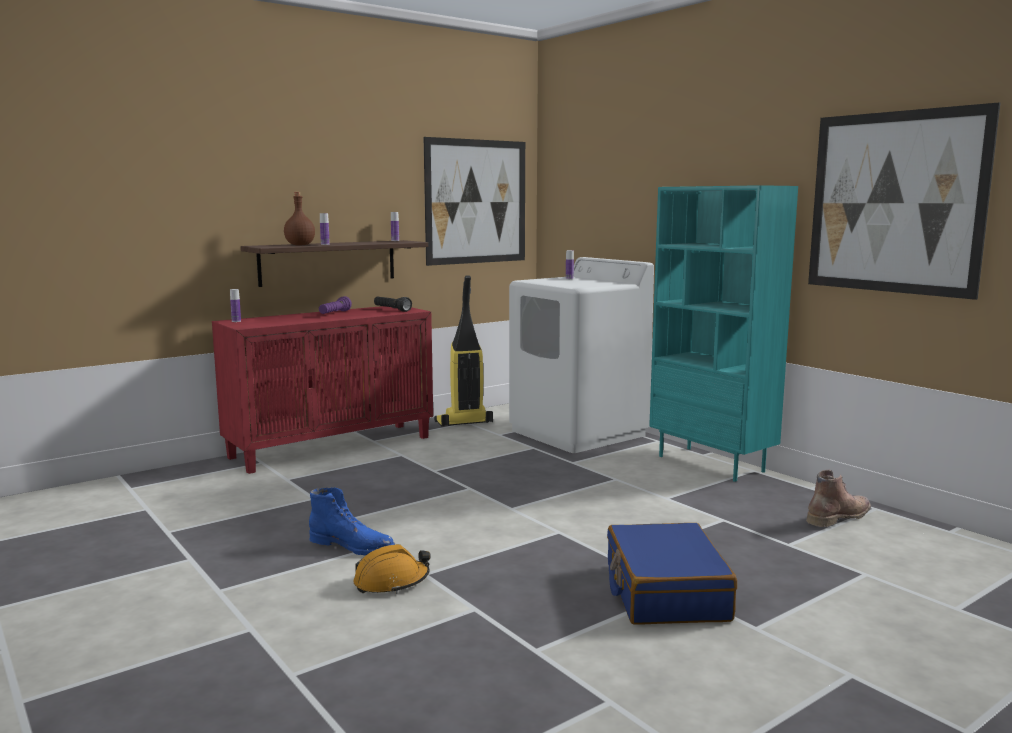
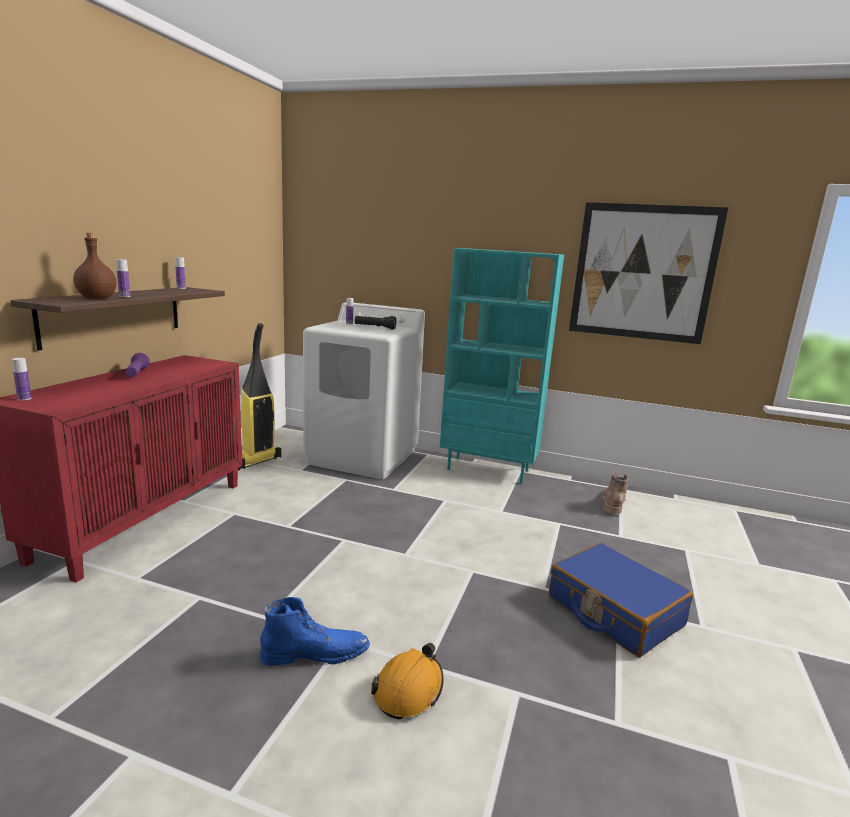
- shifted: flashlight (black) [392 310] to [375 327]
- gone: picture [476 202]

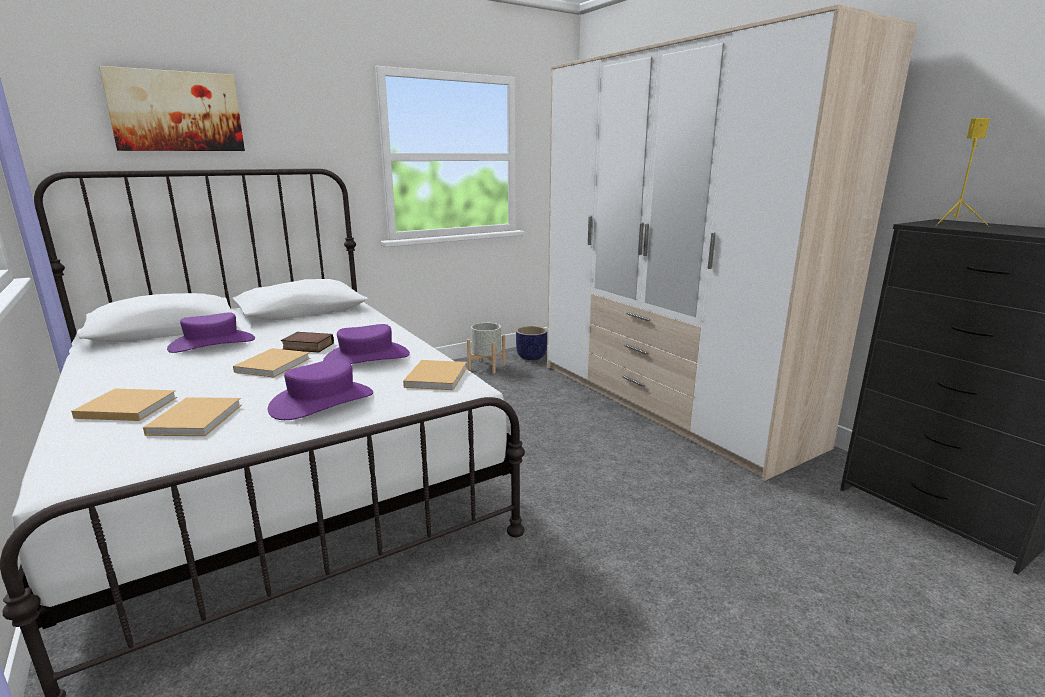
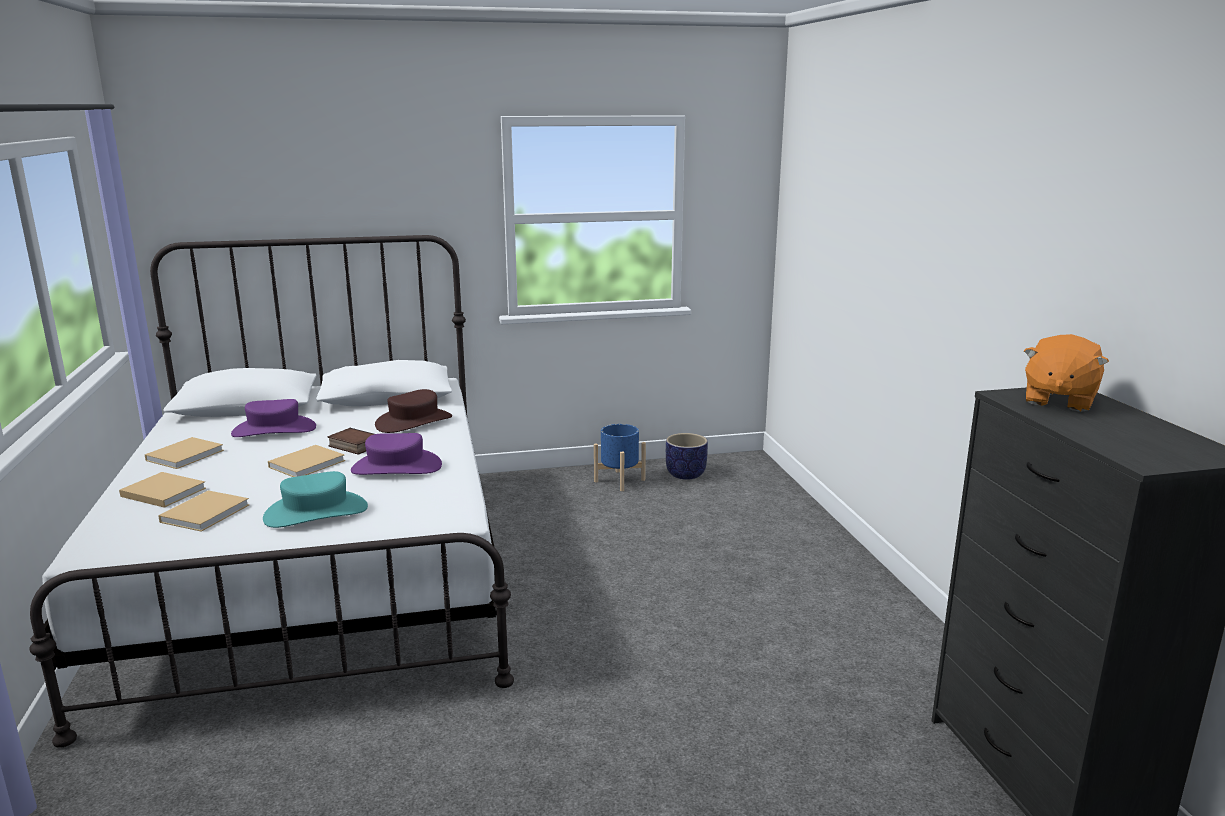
- gone: picture [176 111]
- repainted: hat (purple) [322 401] to hat (turquoise) [316 512]
- shifted: book (beige) [437 376] to [187 455]
- repainted: planter (grey) [486 367] to planter (blue) [619 480]
- gone: wardrobe [666 403]
- swapped: speaker (yellow) [955 224] to plush toy (orange) [1058 400]
- new: hat (brown) [414 422]

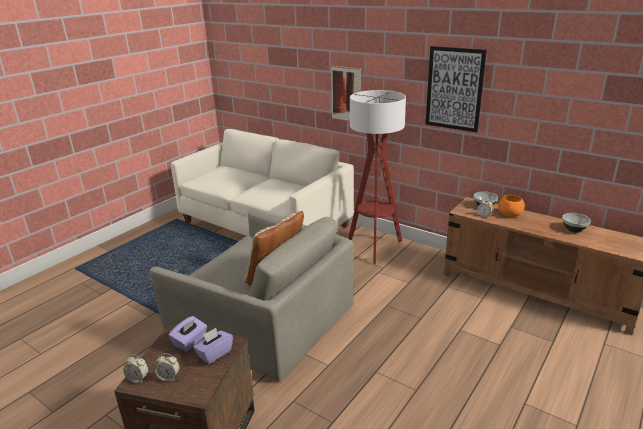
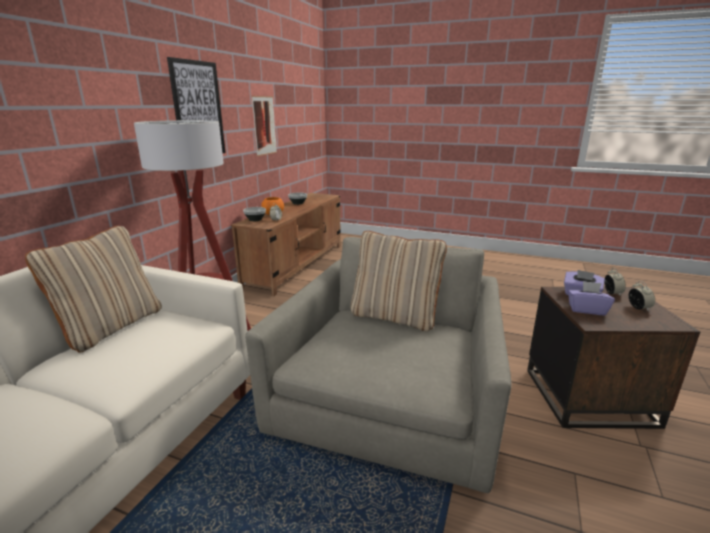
- shifted: alarm clock [138 378] to [612 293]
- shifted: picture [346 94] to [264 125]
- new: pillow (beige) [111 327]

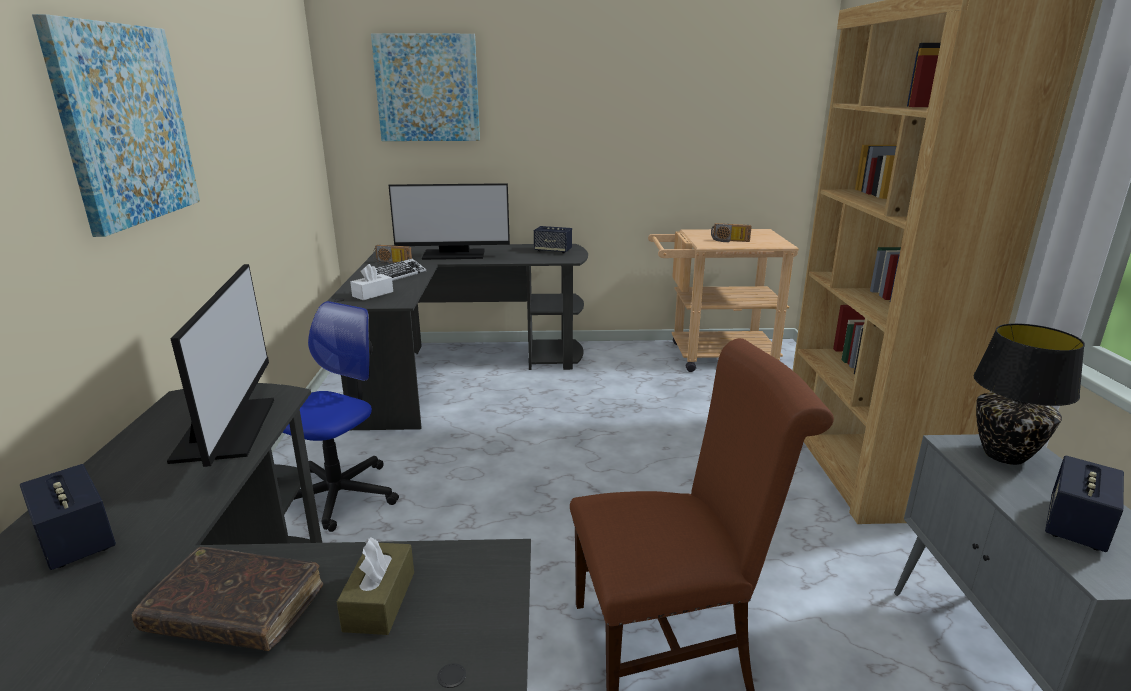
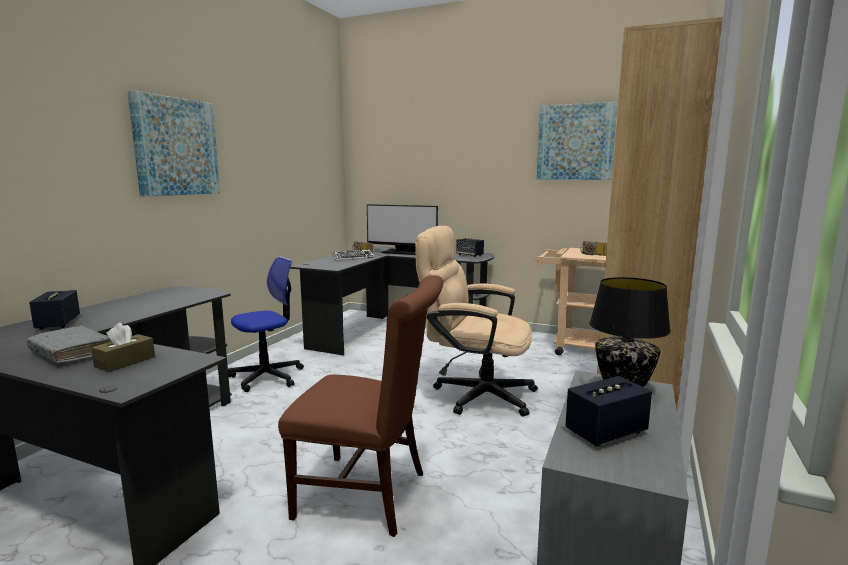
- repainted: book (brown) [235 611] to book (grey) [71 353]
- gone: monitor [228 429]
- gone: tissue box (white) [373 294]
- shifted: picture [427 88] to [575 142]
- new: office chair (beige) [474 394]

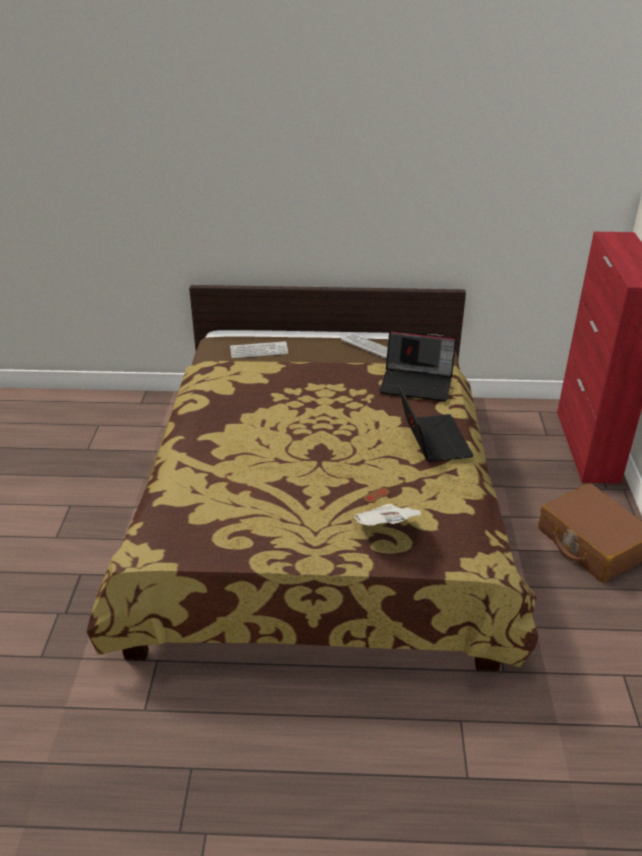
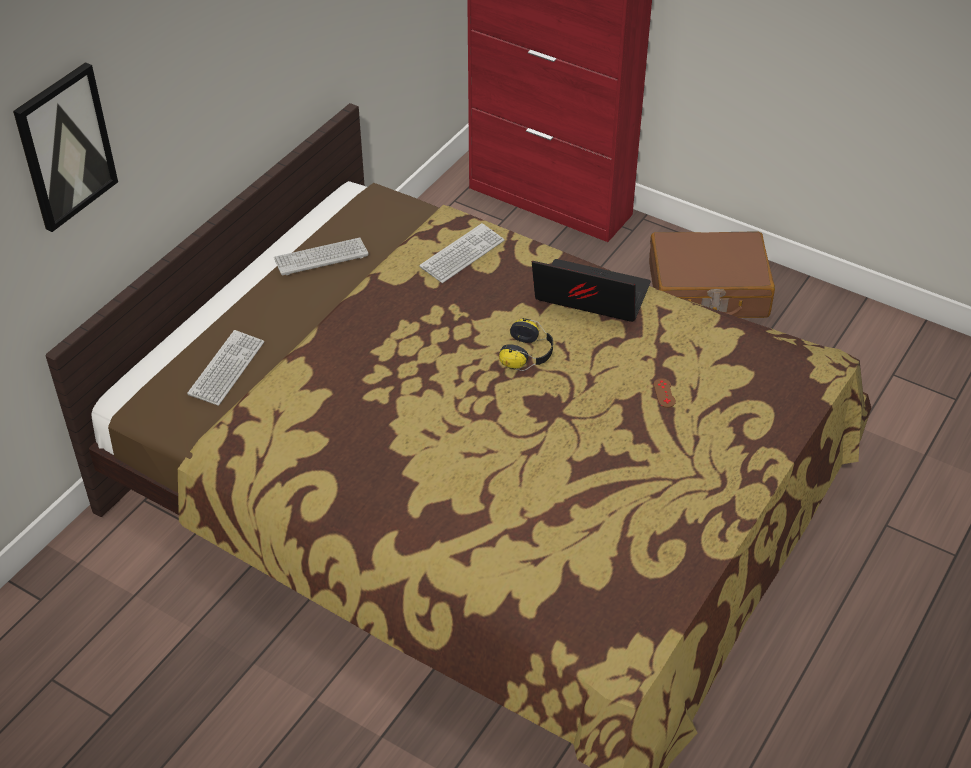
- gone: newspaper [386 528]
- swapped: laptop [417 383] to keyboard [462 254]
- new: picture [65 147]
- new: headphones [528 355]

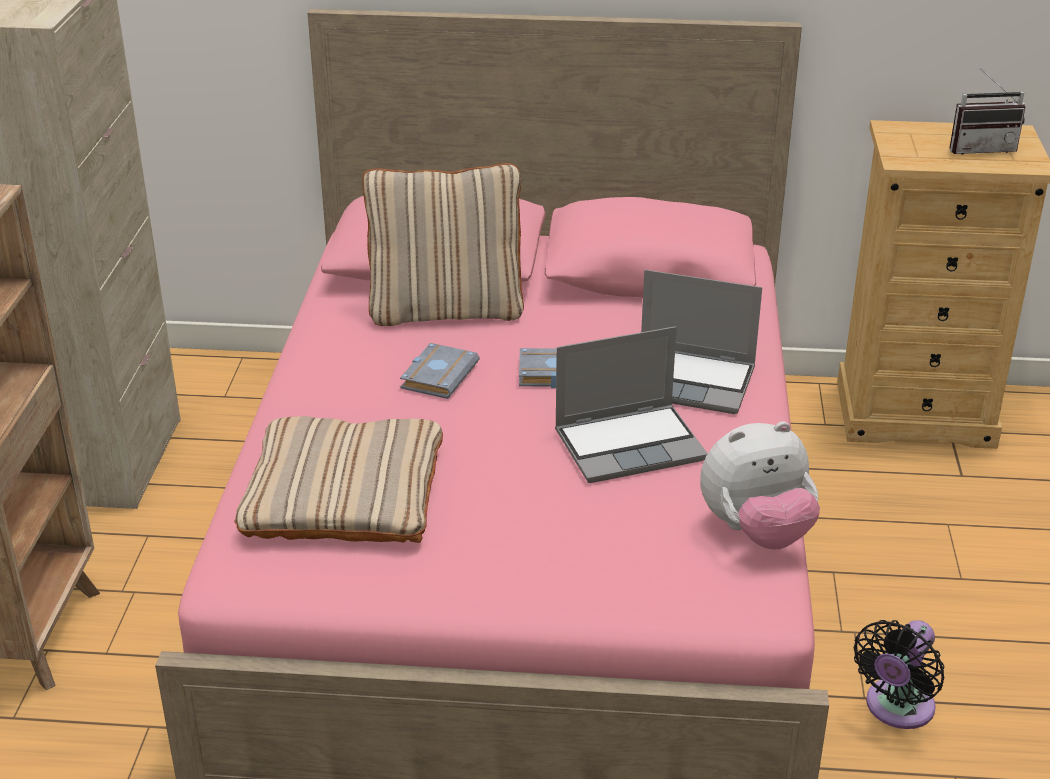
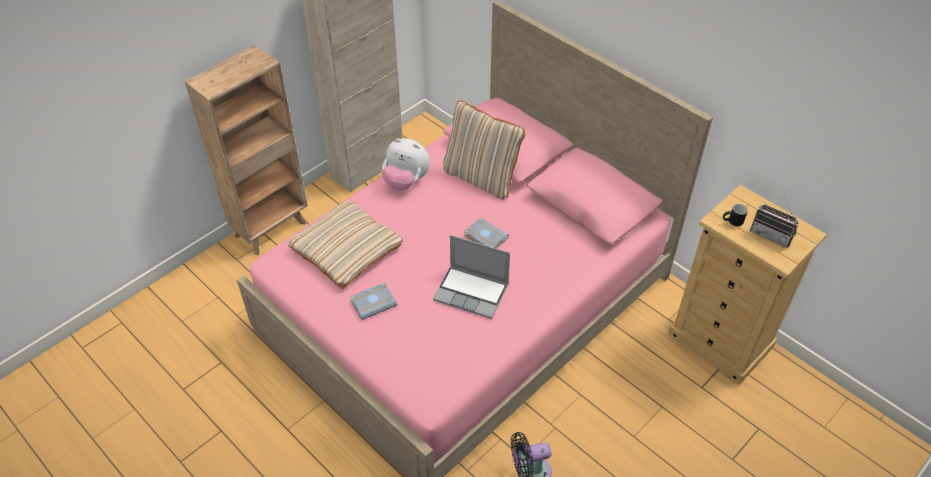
- shifted: book (grey) [438 375] to [374 302]
- gone: laptop [690 381]
- shifted: plush toy [756 532] to [406 181]
- new: mug (black) [732 223]

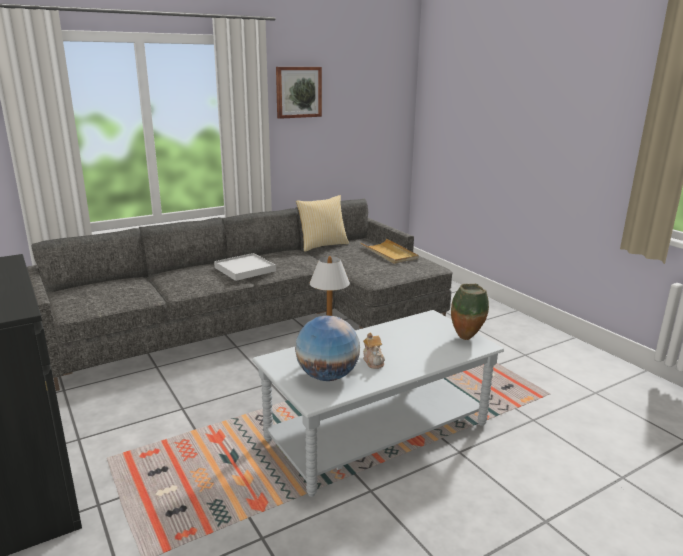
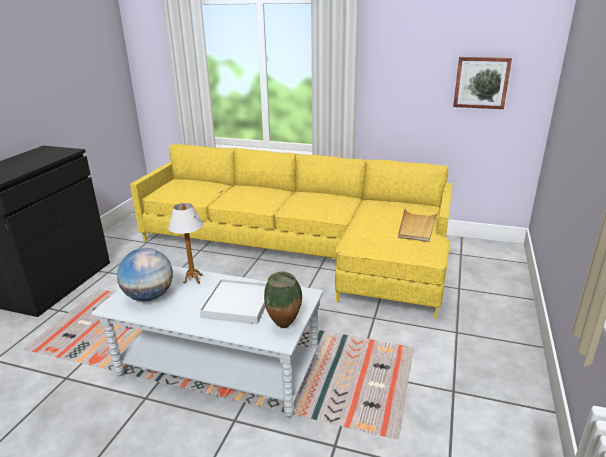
- repainted: sofa (grey) [264 322] to sofa (yellow) [302 250]
- shifted: tray (white) [244 269] to [238 304]
- shifted: picture [298 92] to [481 82]
- gone: pillow [322 245]
- gone: teapot [373 361]

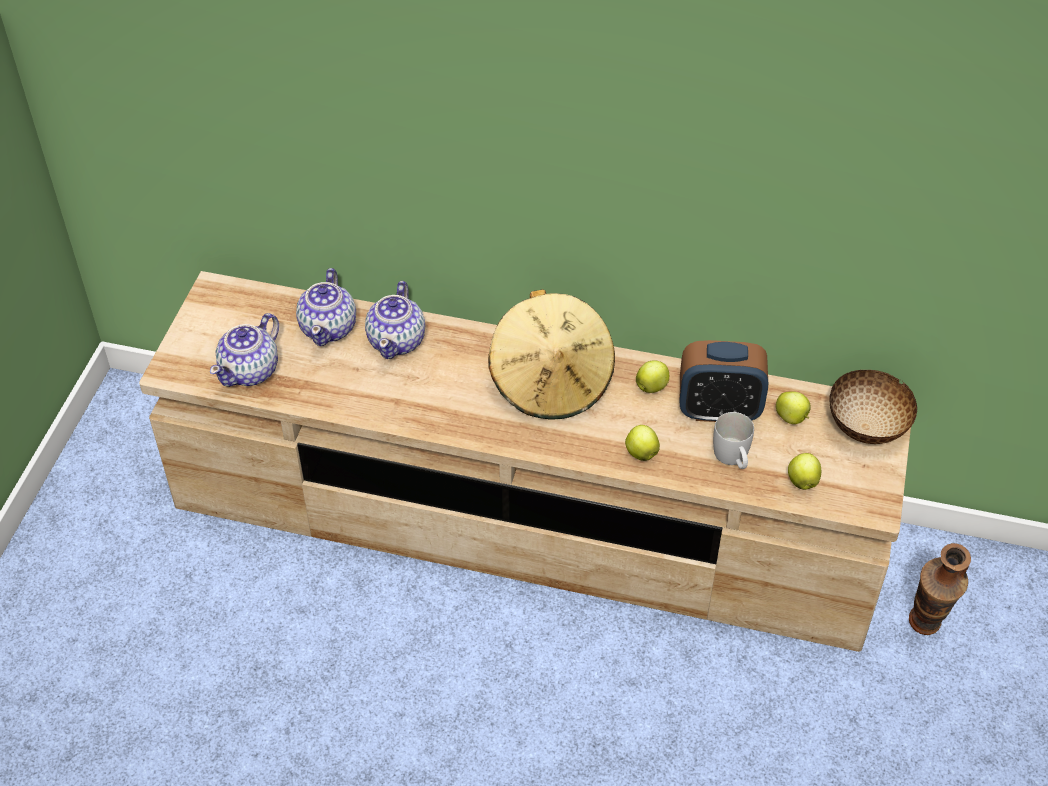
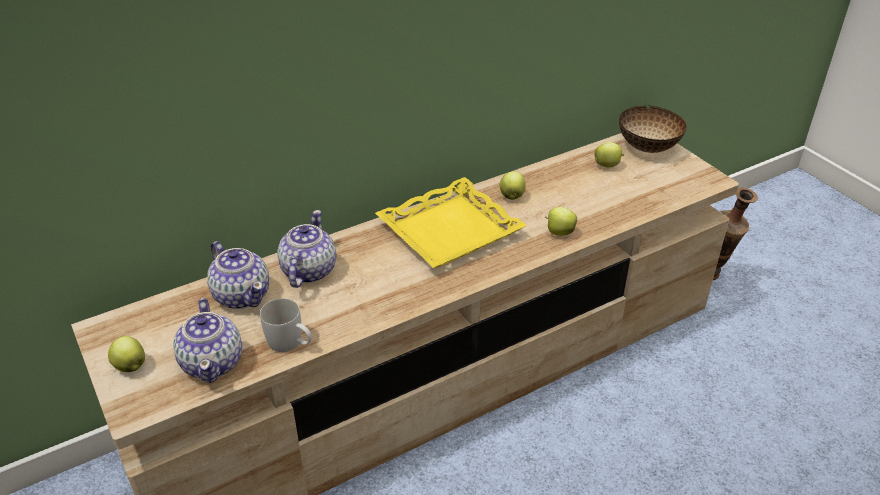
- rotated: teapot [397 341] = [308 271] 135 degrees counterclockwise
- swapped: hat (beige) [551 382] to tray (yellow) [449 230]
- gone: alarm clock [719 410]
- shifted: mug (white) [733 458] to [290 343]
- shifted: apple [802 481] to [130 366]

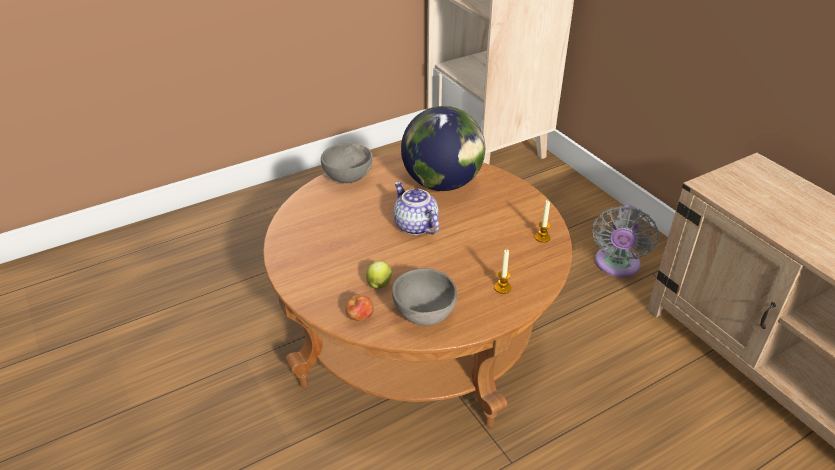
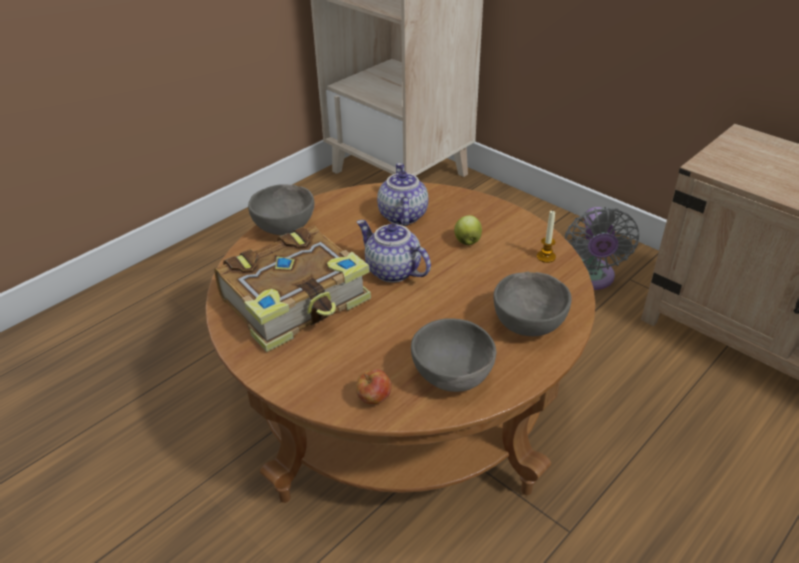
- shifted: apple [379 284] to [467 241]
- swapped: globe [441 183] to teapot [401 215]
- swapped: candle [502 288] to bowl (grey) [529 325]
- new: book [297 301]

